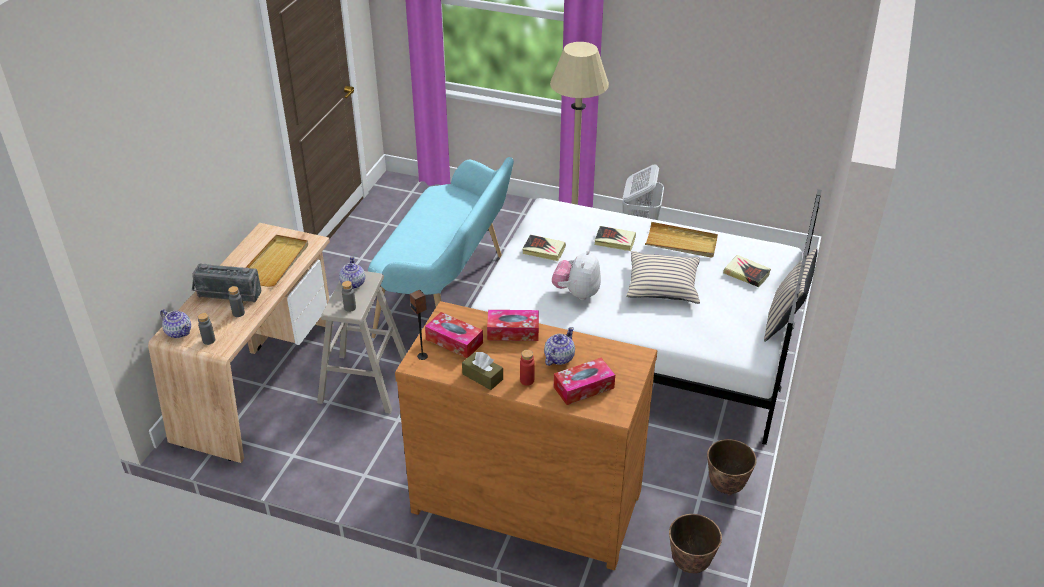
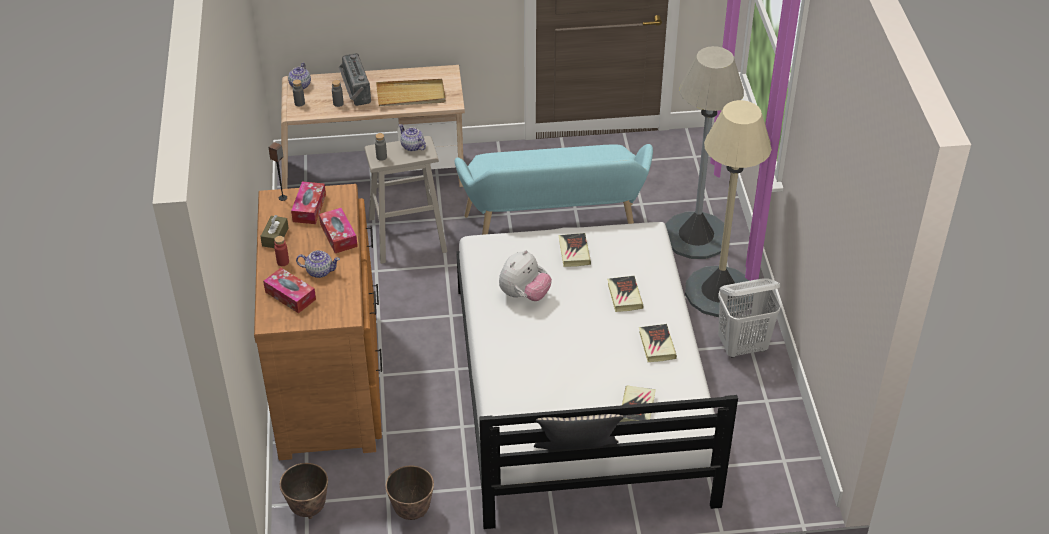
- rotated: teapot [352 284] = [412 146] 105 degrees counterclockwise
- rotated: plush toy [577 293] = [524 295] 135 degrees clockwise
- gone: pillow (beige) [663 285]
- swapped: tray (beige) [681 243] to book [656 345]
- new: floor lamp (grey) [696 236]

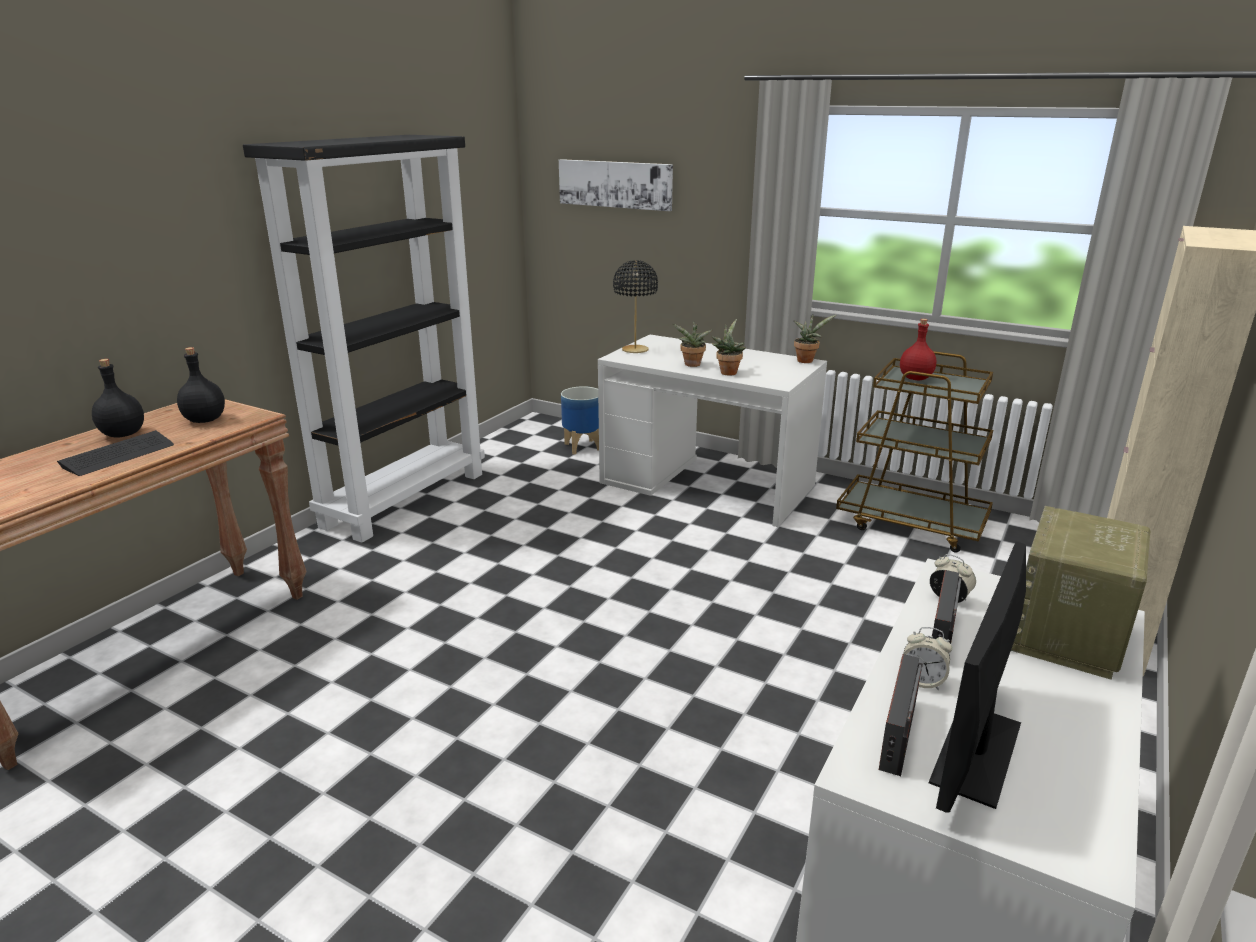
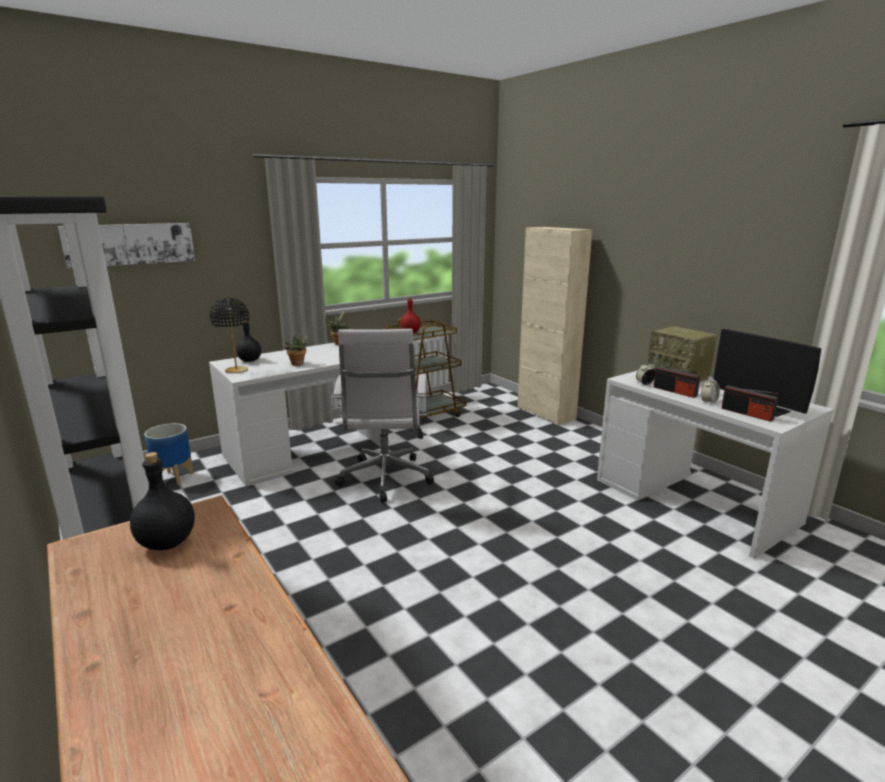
- gone: keyboard [118 455]
- shifted: bottle (black) [123 434] to [250 360]
- gone: potted plant [727 372]
- new: office chair (white) [385 480]

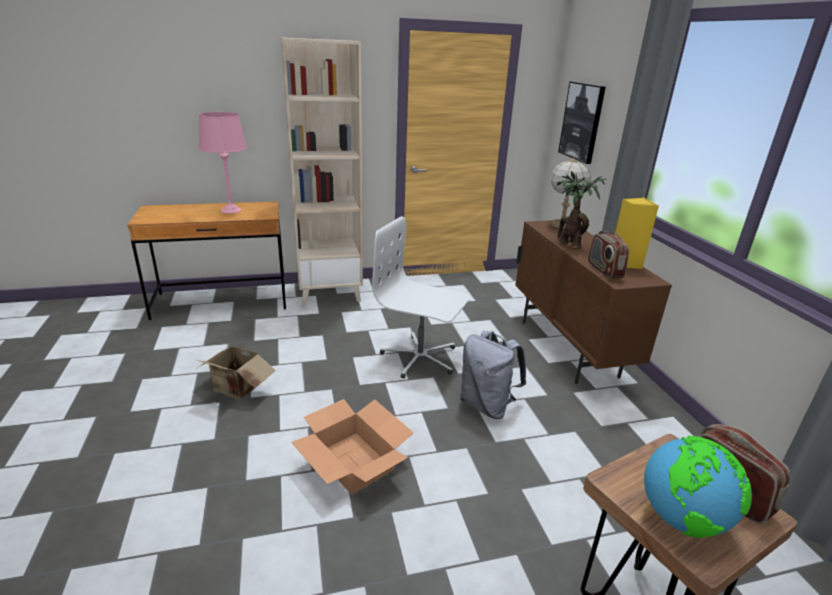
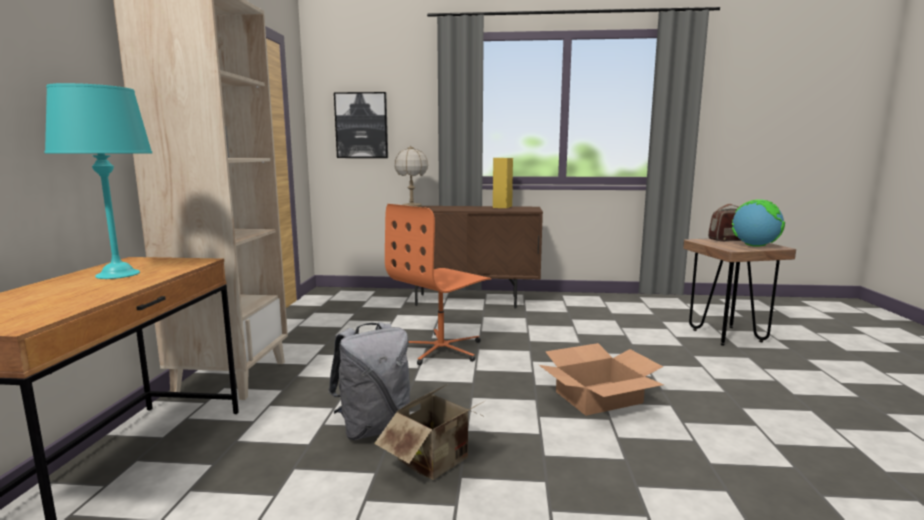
- repainted: table lamp (pink) [231 210] to table lamp (turquoise) [117 274]
- repainted: office chair (white) [420 358] to office chair (orange) [442 349]
- shifted: backpack (grey) [487 405] to [374 428]
- gone: potted plant [568 244]
- gone: radio [604 270]

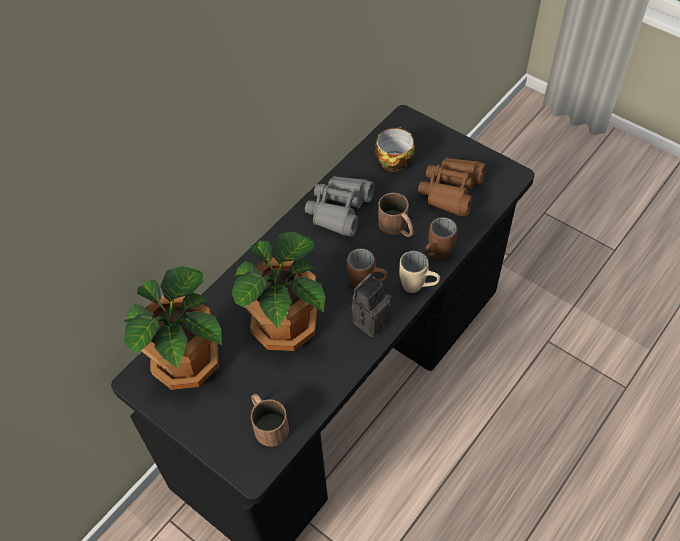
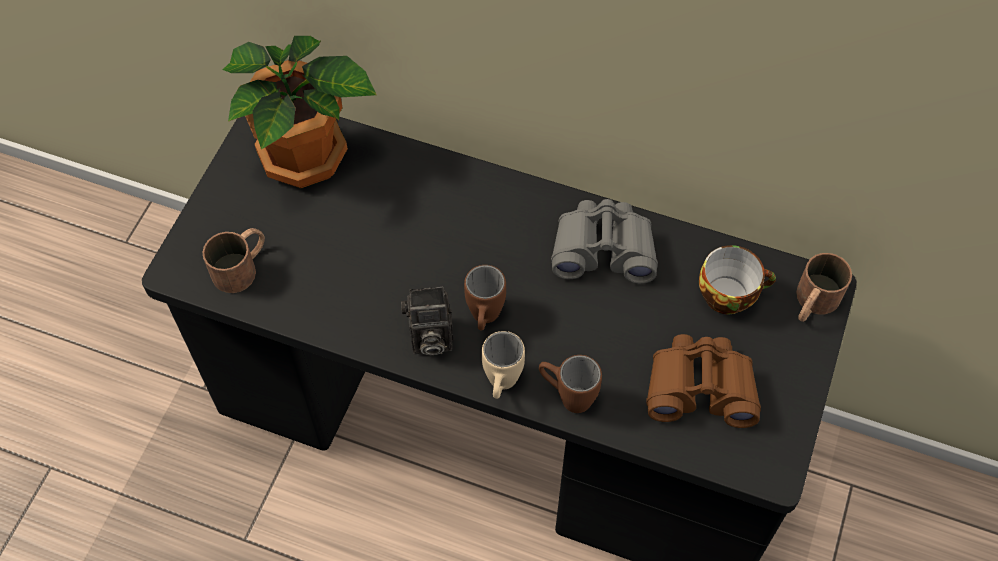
- gone: potted plant [287 325]
- rotated: photo camera [370 319] = [429 339] 150 degrees clockwise
- shifted: mug (brown) [397 227] to [813 303]

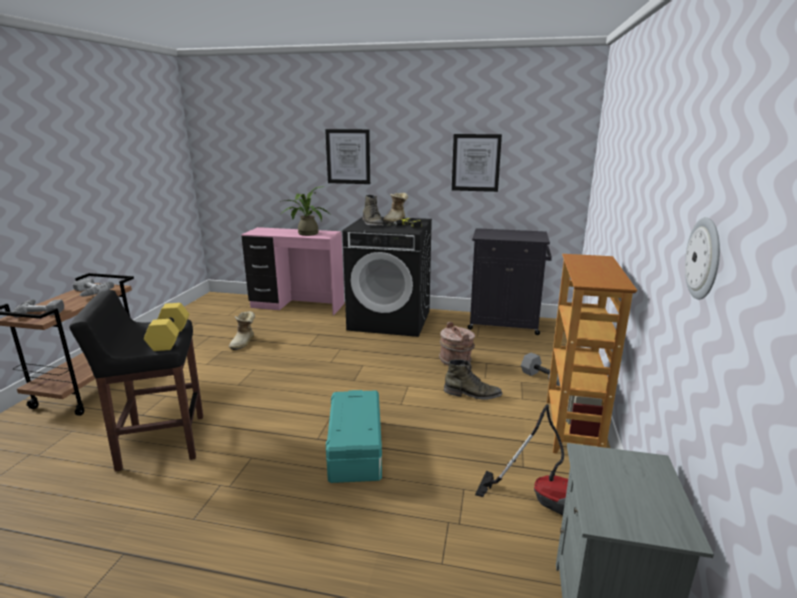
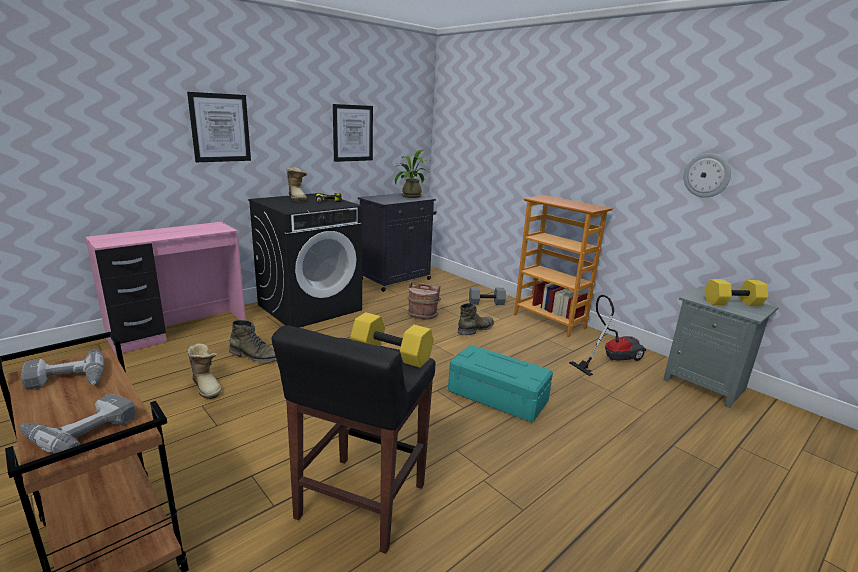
- shifted: potted plant [305 233] to [409 196]
- shifted: boot (green) [372 223] to [255 356]
- new: dumbbell (yellow) [732 302]

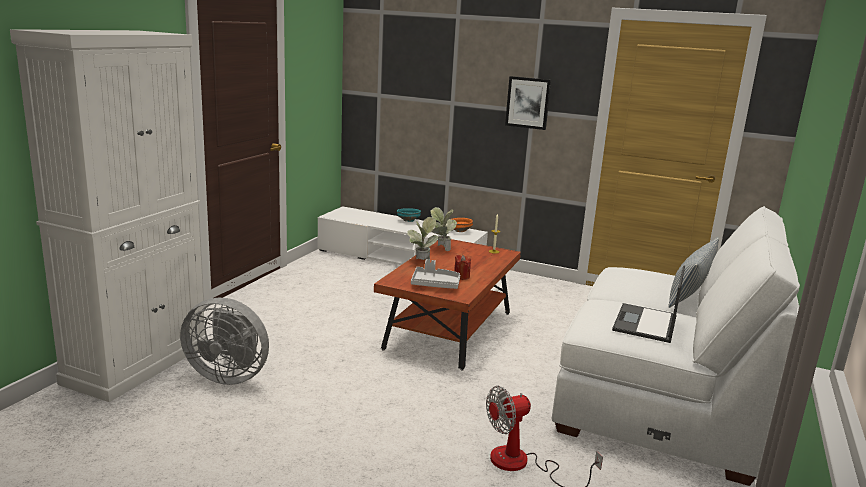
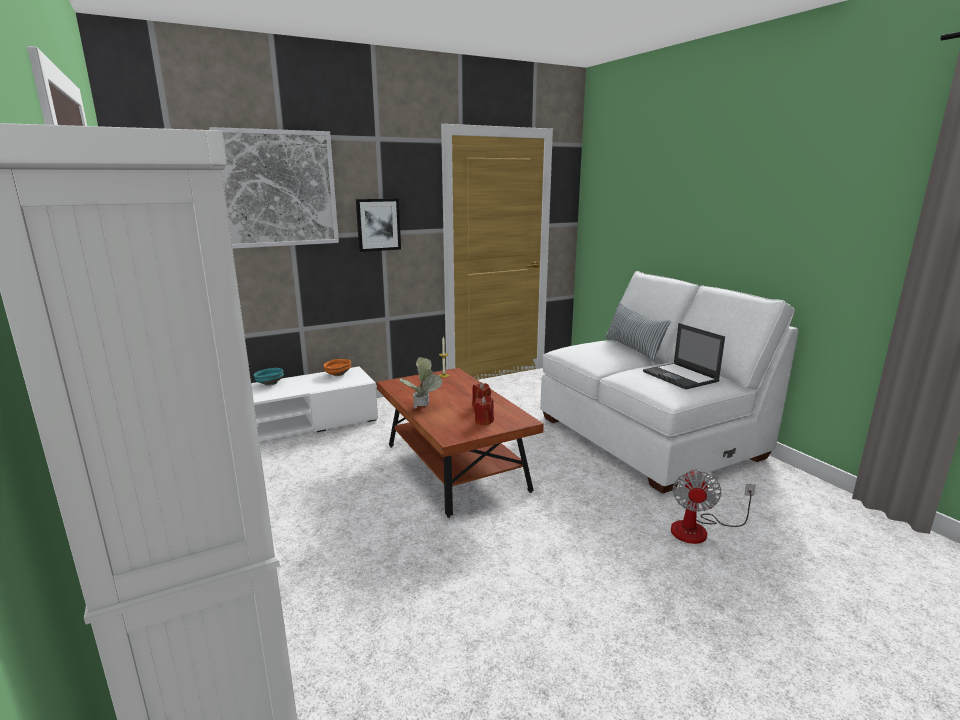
- gone: fan (grey) [229 375]
- swapped: tray (grey) [435 284] to candle (red) [484 421]
- gone: potted plant [440 248]
- new: picture [278 189]

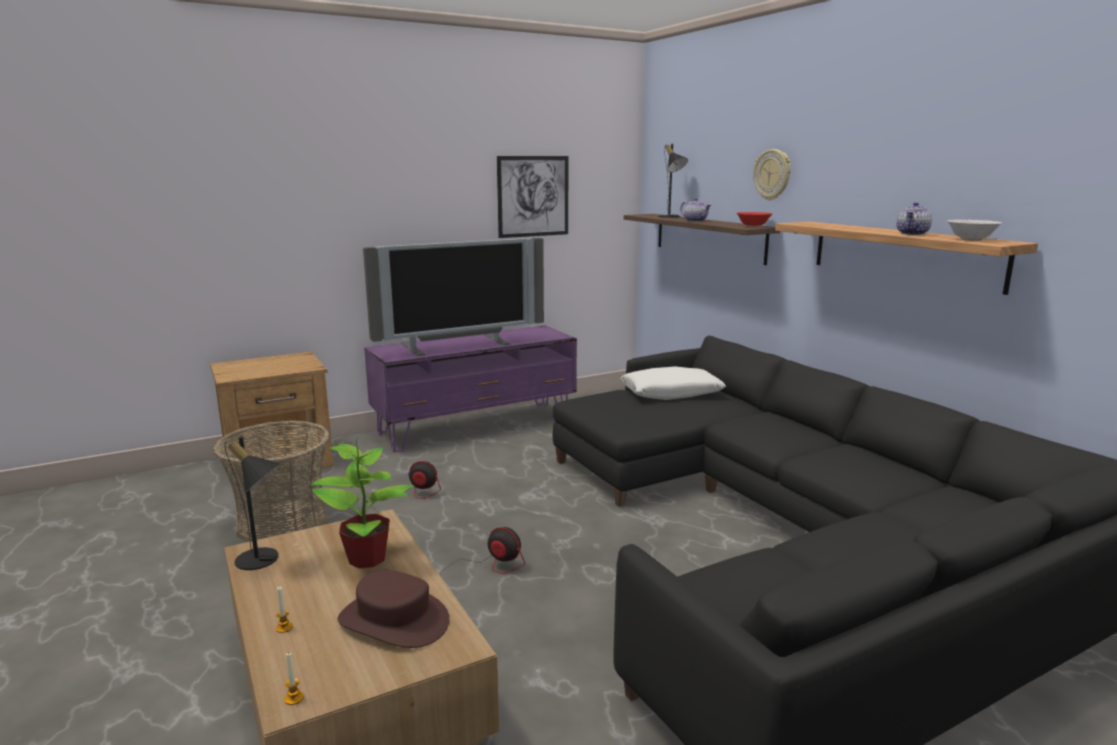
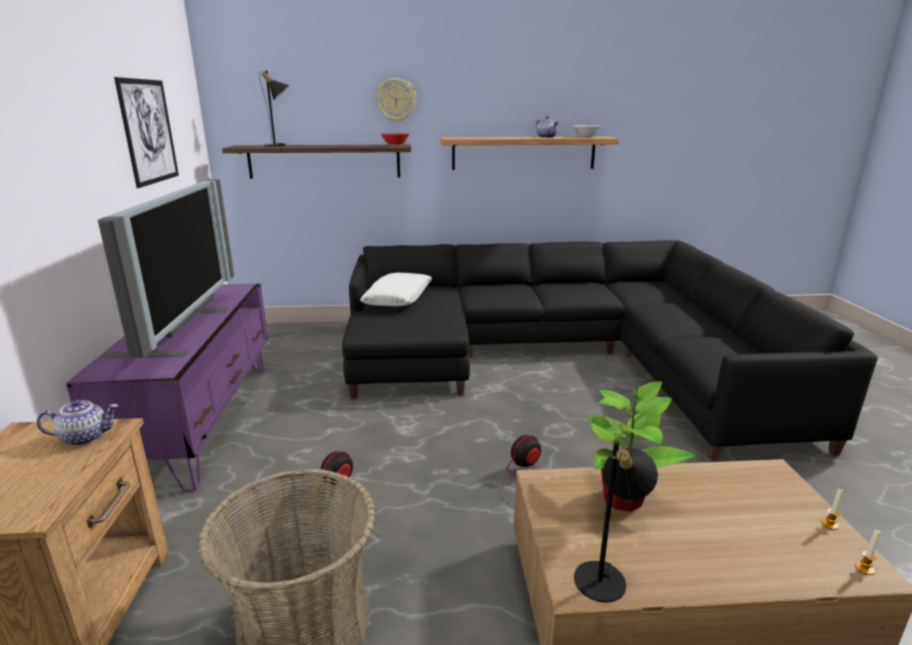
- shifted: candle [284 628] to [830 524]
- gone: hat (brown) [394 620]
- shifted: teapot [695 221] to [85 437]

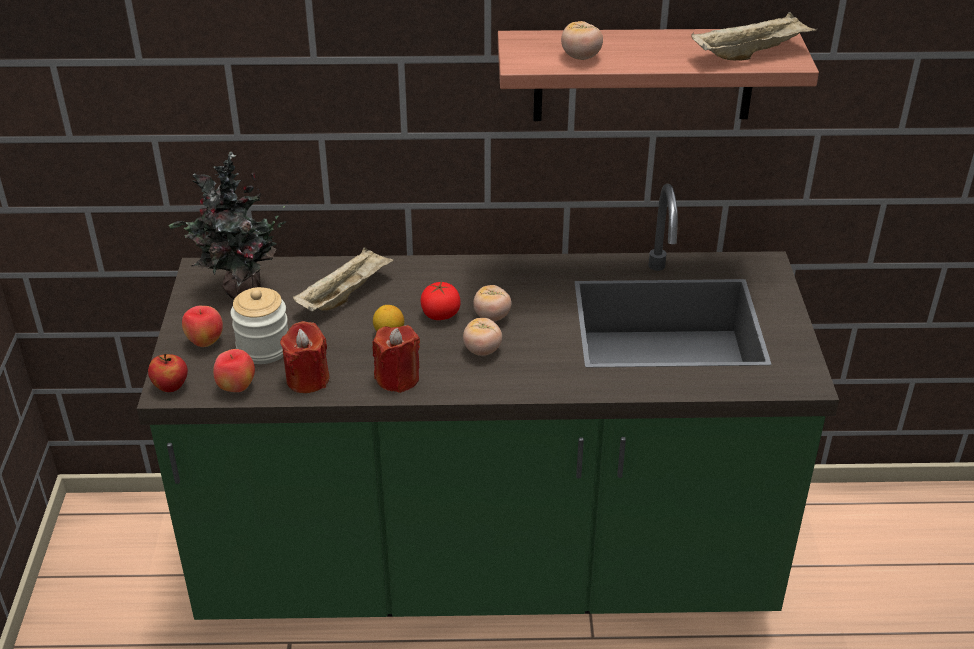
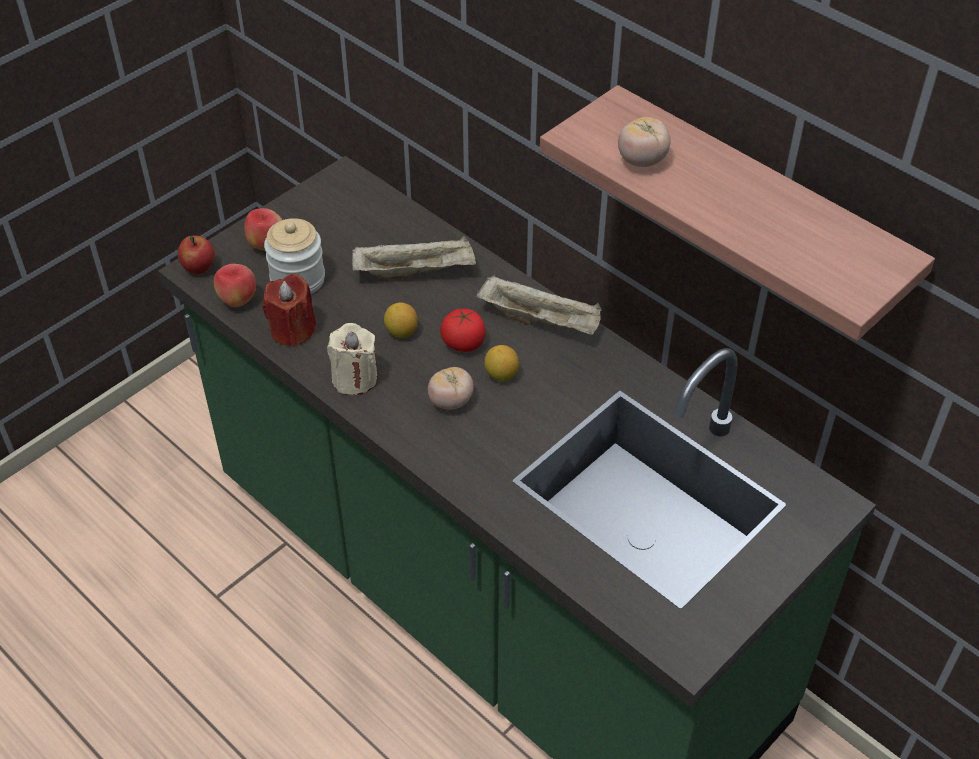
- gone: potted plant [240 291]
- repainted: candle (red) [398 378] to candle (beige) [354 378]
- swapped: tomato [492 317] to lemon [501 375]
- shifted: tray (beige) [751 53] to [541 321]

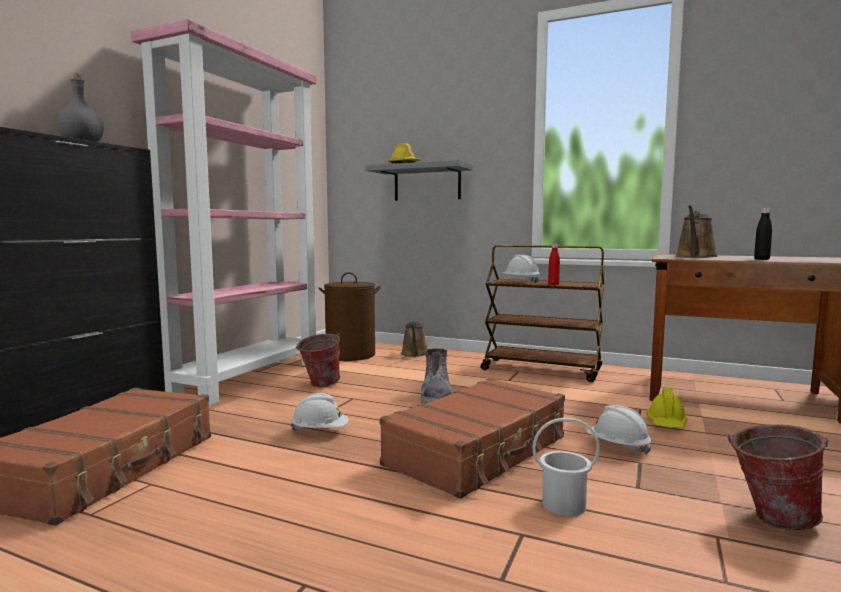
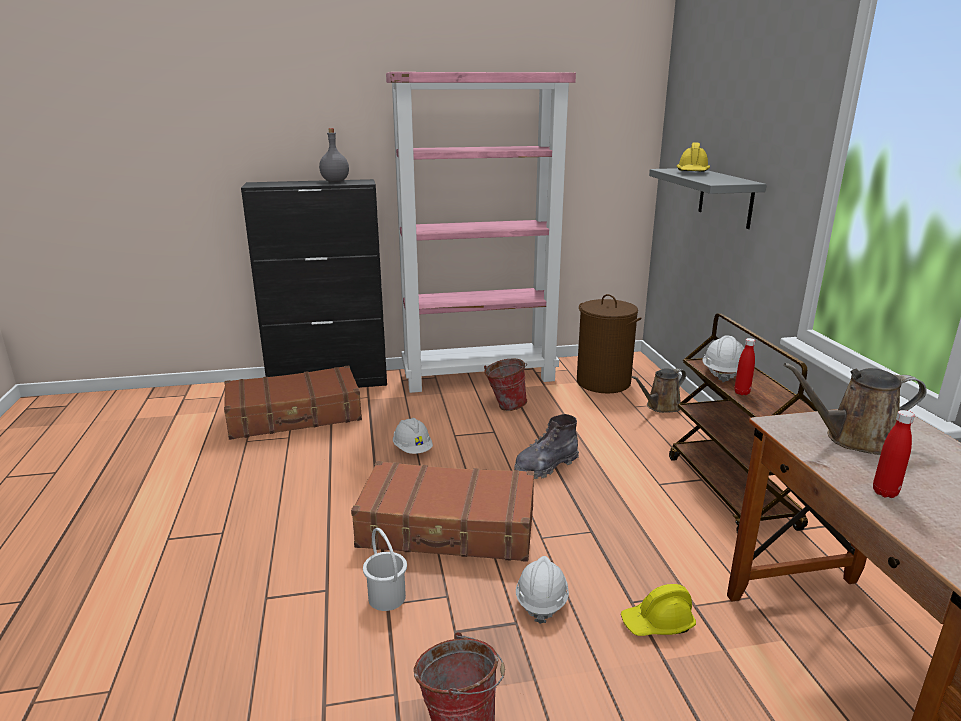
- repainted: bottle (black) [761 259] to bottle (red) [885 492]

